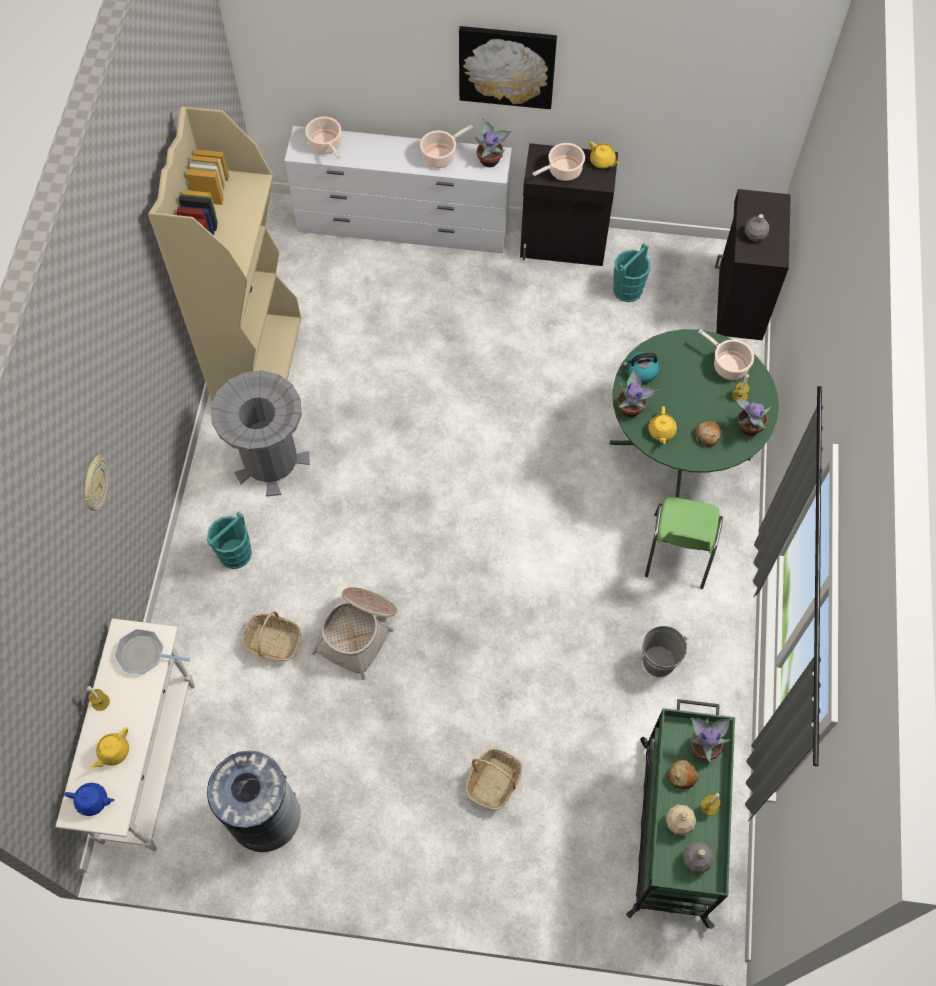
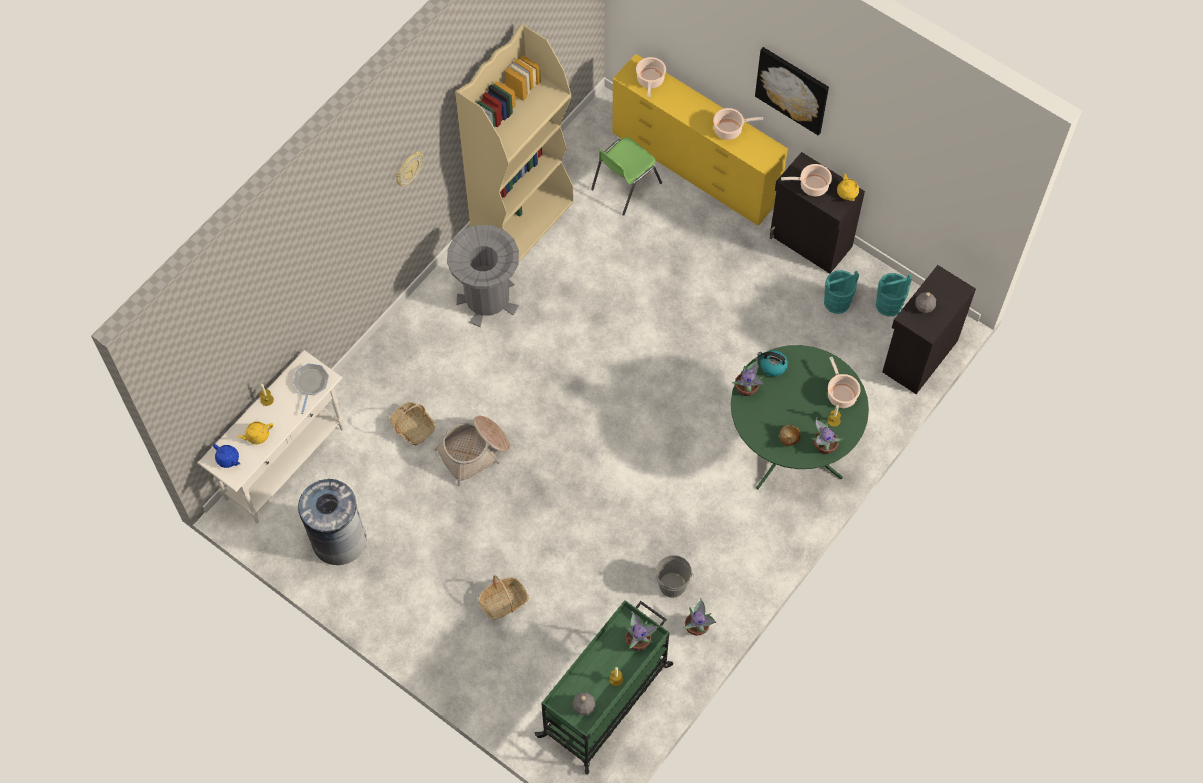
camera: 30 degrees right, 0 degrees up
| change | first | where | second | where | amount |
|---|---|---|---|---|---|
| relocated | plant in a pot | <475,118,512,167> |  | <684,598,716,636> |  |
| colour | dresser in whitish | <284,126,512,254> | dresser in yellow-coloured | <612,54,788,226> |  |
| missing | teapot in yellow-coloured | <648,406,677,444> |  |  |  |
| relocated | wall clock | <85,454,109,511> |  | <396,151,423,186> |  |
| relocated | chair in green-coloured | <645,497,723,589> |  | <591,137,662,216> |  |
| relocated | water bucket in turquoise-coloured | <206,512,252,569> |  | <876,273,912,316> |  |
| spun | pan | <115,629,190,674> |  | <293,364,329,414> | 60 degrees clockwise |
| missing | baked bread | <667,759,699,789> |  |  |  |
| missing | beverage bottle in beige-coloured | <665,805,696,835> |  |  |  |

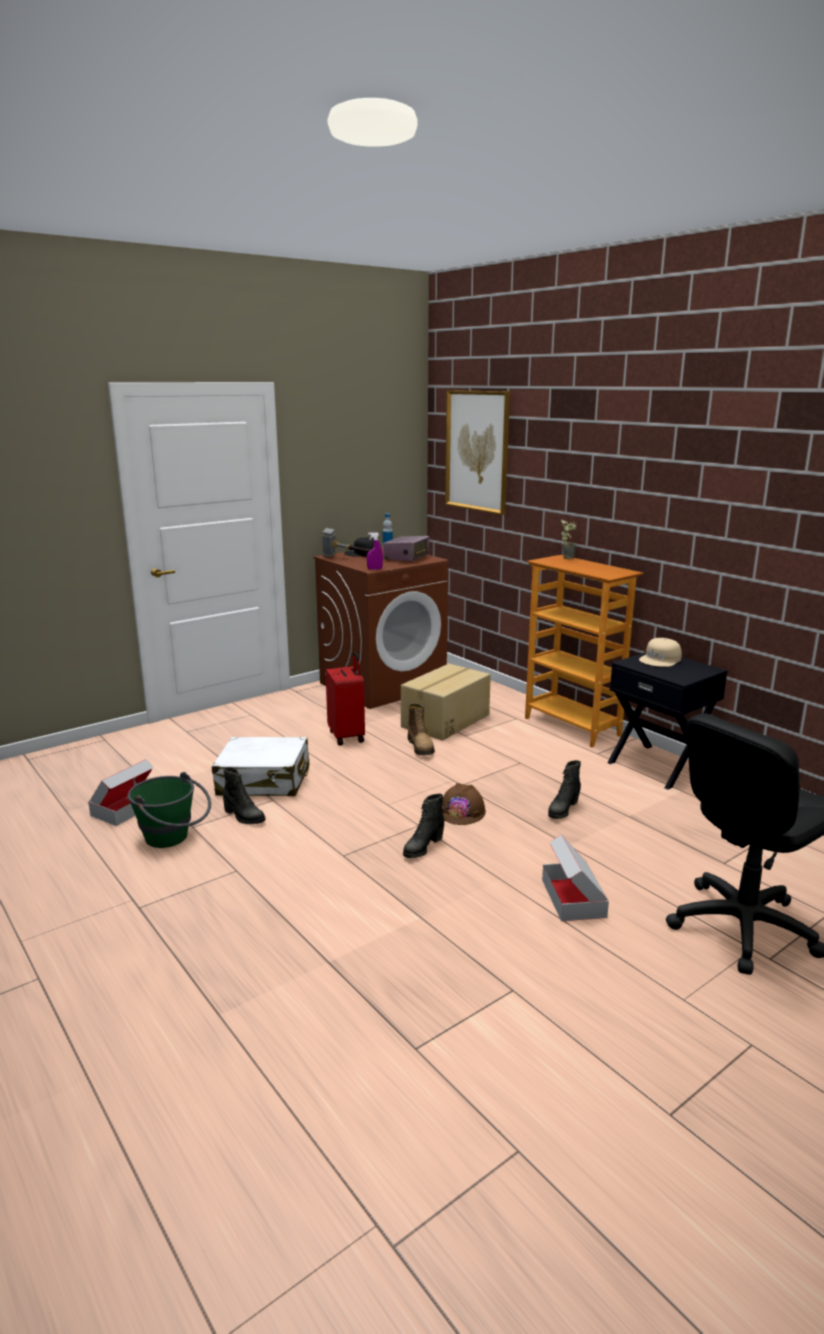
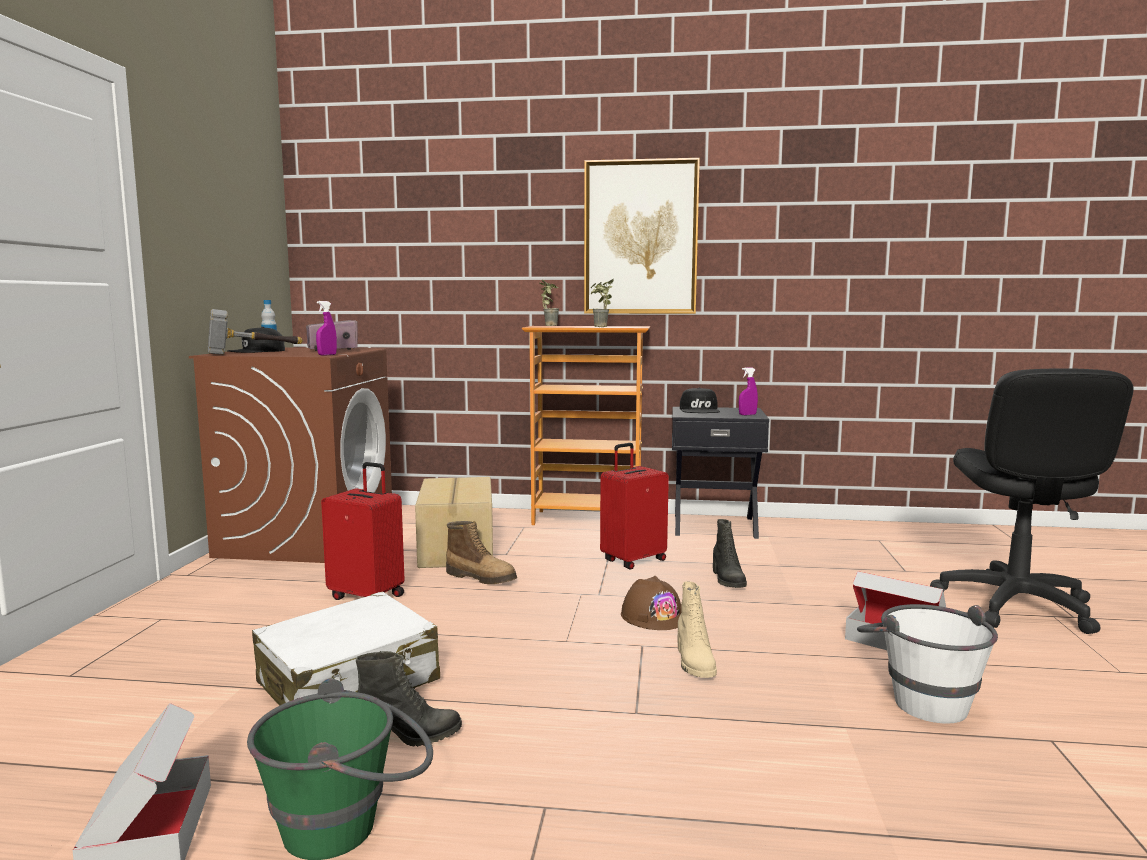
camera: 45 degrees left, 10 degrees down
| change | first | where | second | where | amount |
|---|---|---|---|---|---|
| relocated | picture | <445,390,510,515> |  | <584,158,700,314> |  |
| colour | peaked cap in beige-coloured | <639,638,682,667> | peaked cap in black-coloured | <680,388,720,413> |  |
| colour | tall boot in black-coloured | <403,794,444,858> | tall boot in beige-coloured | <678,581,717,678> |  |
| appeared |  |  | plant in a pot | <591,279,614,327> |  |
| appeared |  |  | hand sprayer in purplish | <739,367,758,415> |  |
| appeared |  |  | piece of luggage in red | <600,443,669,569> |  |
| appeared |  |  | water bucket in whitish | <857,604,998,724> |  |

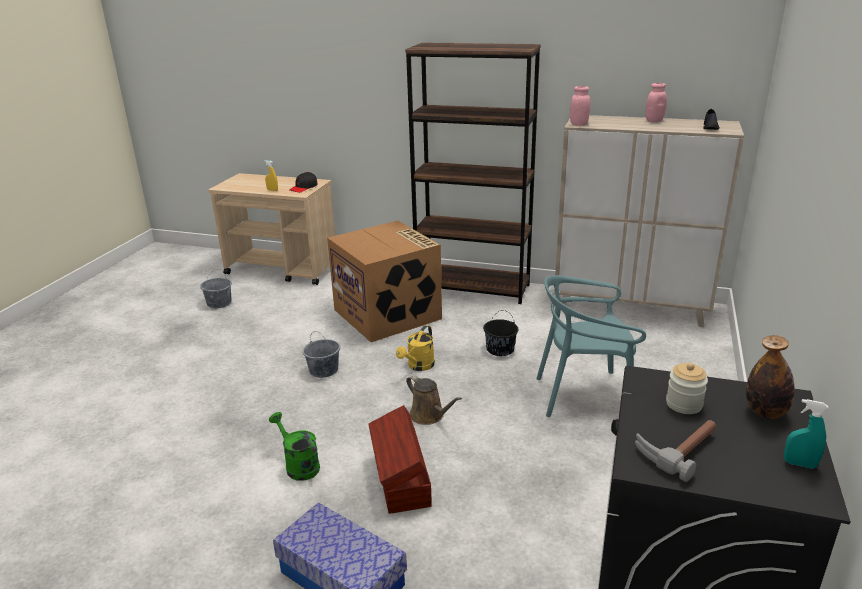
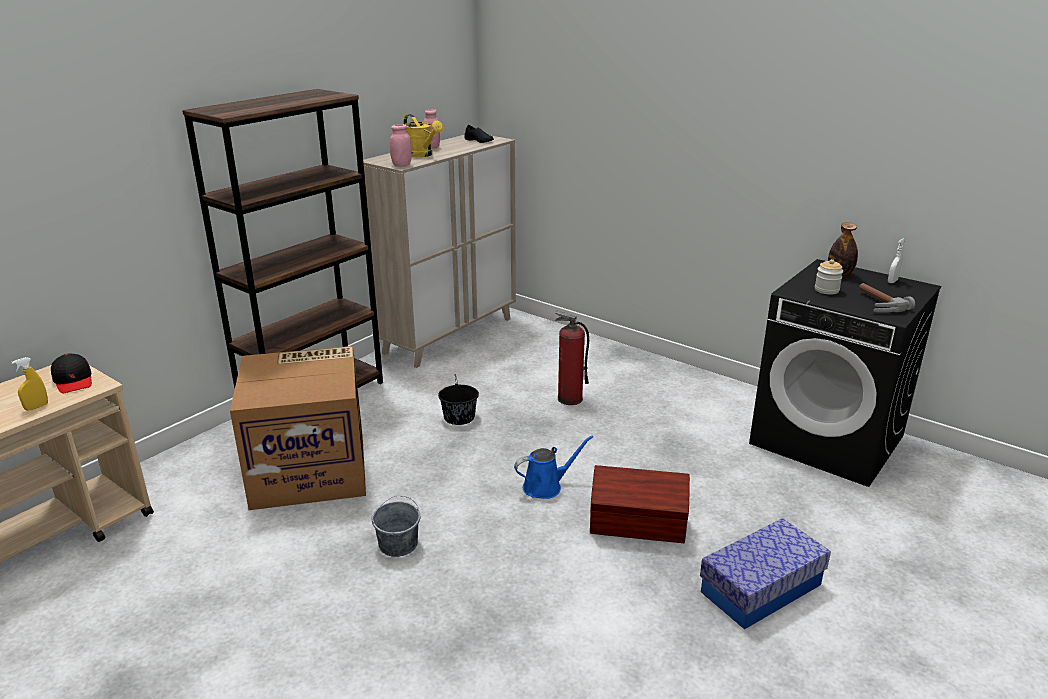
camera: 70 degrees left, 0 degrees up
| change | first | where | second | where | amount |
|---|---|---|---|---|---|
| missing | water bucket in gray | <200,269,232,308> |  |  |  |
| exchanged | chair in turquoise-coloured | <536,275,646,417> | fire extinguisher | <555,311,589,405> |  |
| relocated | watering pot in yellow-coloured | <396,325,435,371> |  | <404,114,443,157> |  |
| colour | watering pot in brown | <406,375,462,425> | watering pot in blue-coloured | <514,436,593,499> |  |
| colour | hand sprayer in turquoise-coloured | <784,399,829,469> | hand sprayer in whitish | <888,238,905,283> |  |
| missing | watering pot in green-coloured | <269,412,320,481> |  |  |  |

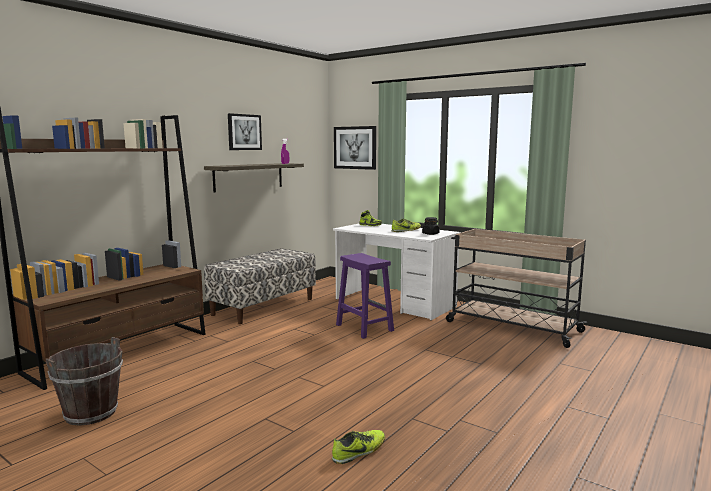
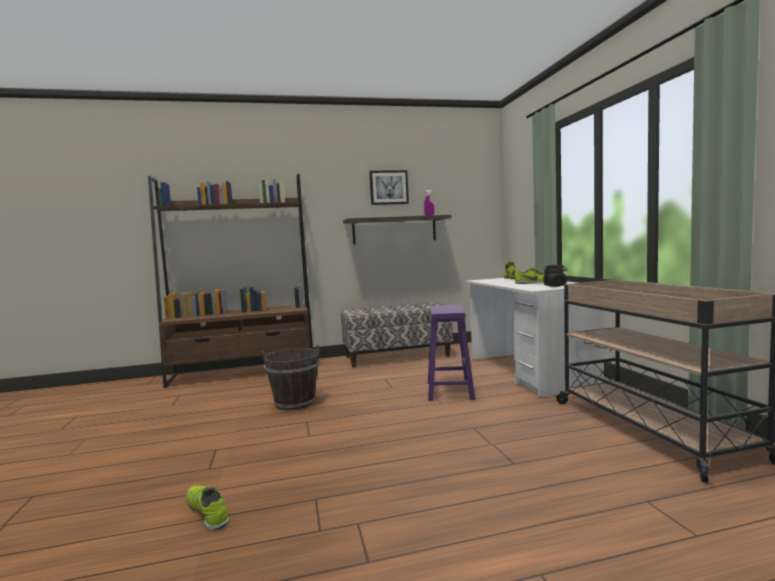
camera: 40 degrees right, 5 degrees down
| change | first | where | second | where | amount |
|---|---|---|---|---|---|
| missing | picture | <334,126,376,170> |  |  |  |
| relocated | water bucket in brown | <46,337,123,426> |  | <262,344,320,410> |  |
| spun | shoe | <332,430,385,464> |  | <186,486,230,531> | 135 degrees counterclockwise |

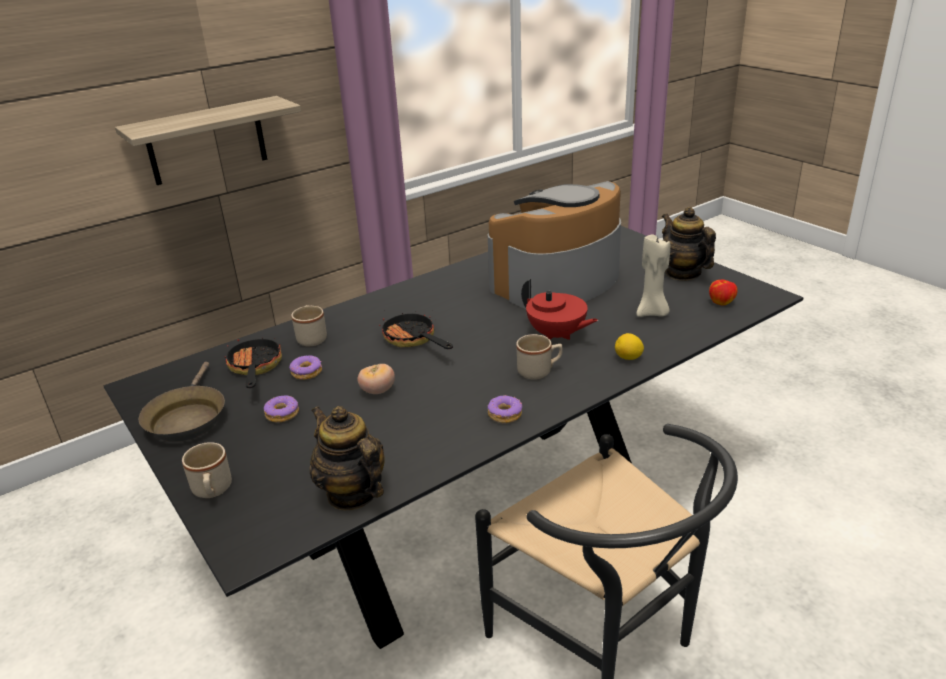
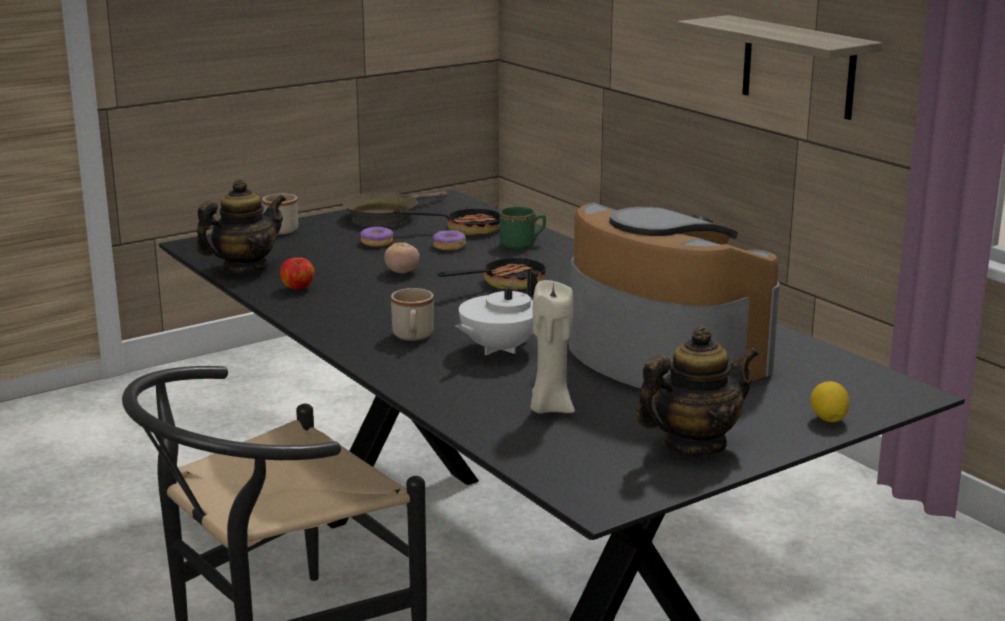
camera: 90 degrees right, 10 degrees down
| change | first | where | second | where | amount |
|---|---|---|---|---|---|
| colour | teapot in red | <521,279,598,340> | teapot in whitish | <455,269,538,355> |  |
| relocated | apple | <709,280,738,306> |  | <280,257,315,290> |  |
| colour | coffee mug in beige-coloured | <291,305,327,346> | coffee mug in green-coloured | <500,207,546,249> |  |
| relocated | lemon | <615,333,644,360> |  | <810,381,849,422> |  |
| spun | pan in brown | <139,362,225,442> |  | <343,192,447,226> | 45 degrees counterclockwise |
| missing | donut | <488,395,522,423> |  |  |  |

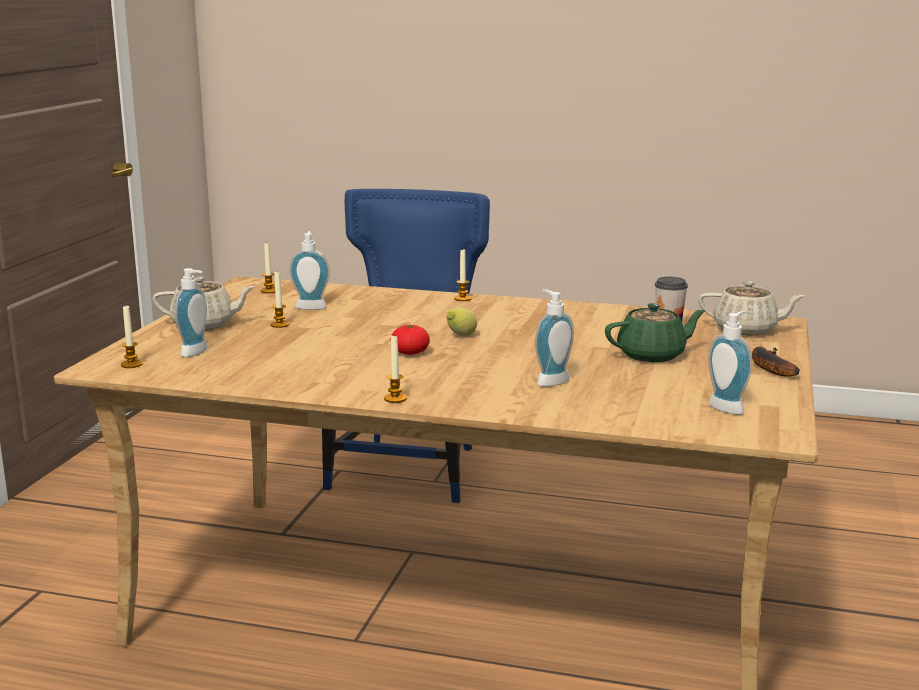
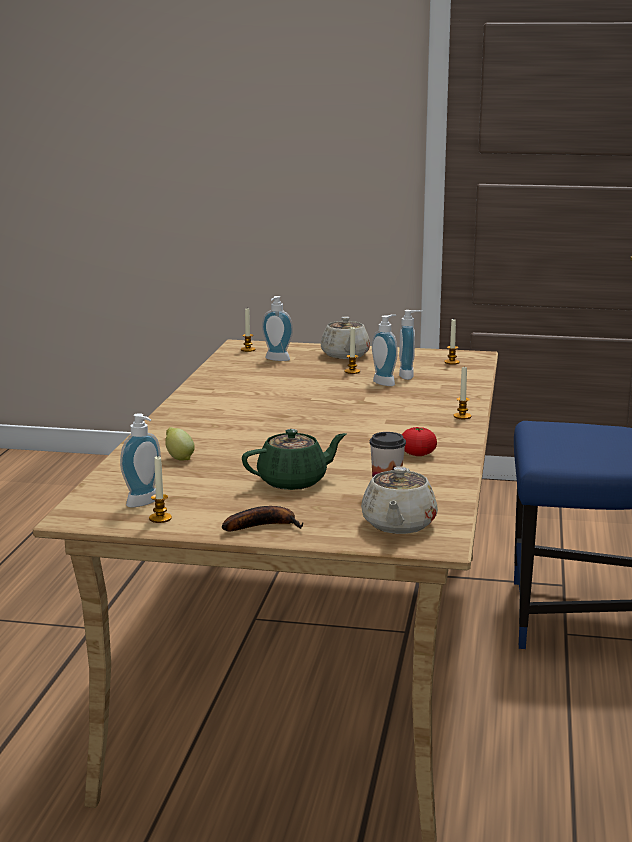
camera: 85 degrees right, 0 degrees up
| change | first | where | second | where | amount |
|---|---|---|---|---|---|
| relocated | soap dispenser | <535,289,574,387> |  | <372,314,398,386> |  |
| spun | teapot in green-coloured | <605,303,706,362> |  | <242,429,346,490> | 90 degrees counterclockwise |
| relocated | lemon | <446,308,477,336> |  | <165,427,195,461> |  |
| relocated | whole tomato | <391,325,430,355> |  | <402,427,437,456> |  |
| relocated | candle | <384,336,407,403> |  | <149,456,172,523> |  |

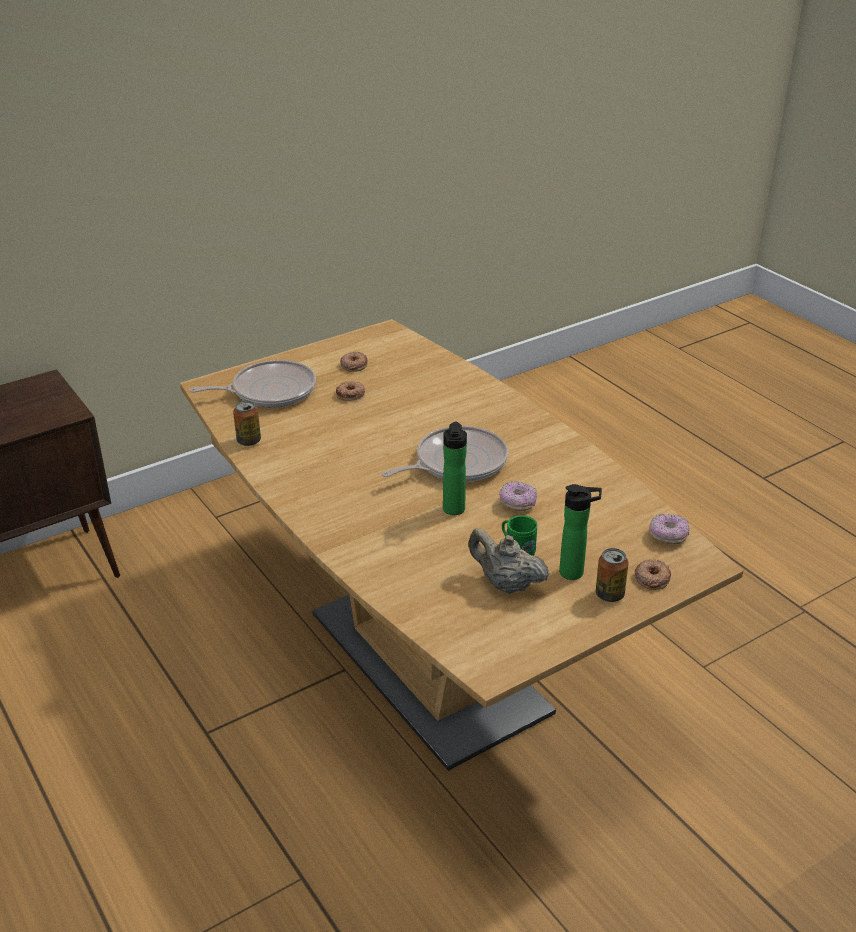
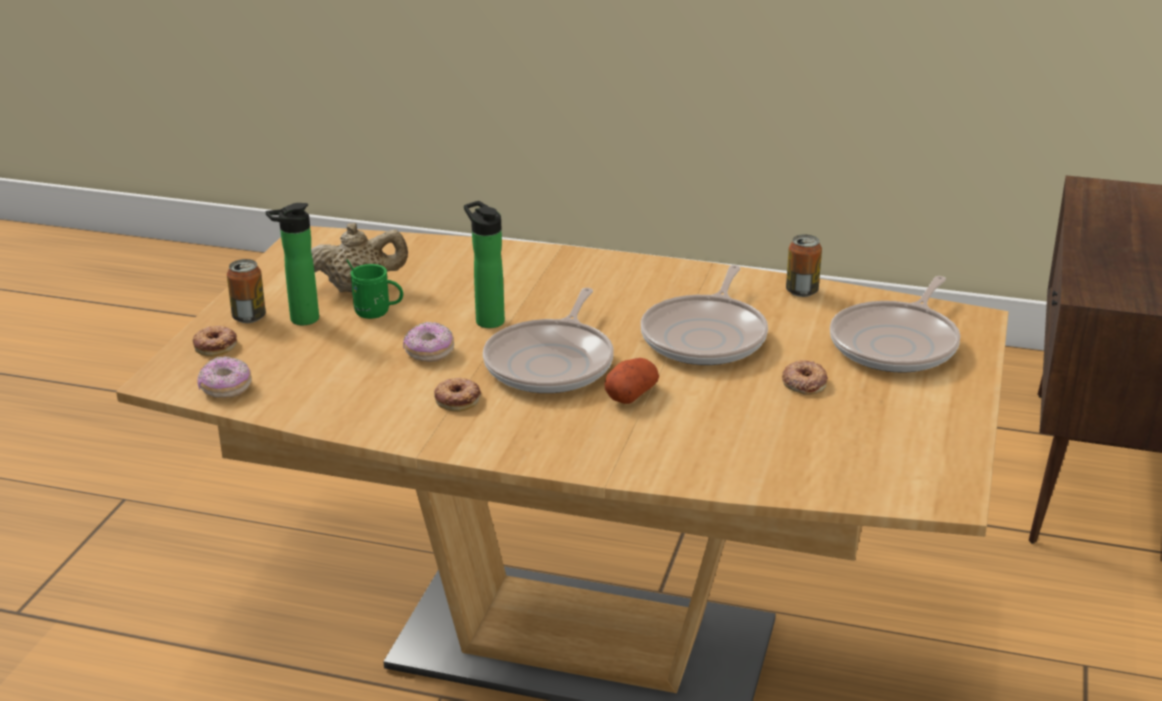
camera: 140 degrees right, 5 degrees down
| change | first | where | second | where | amount |
|---|---|---|---|---|---|
| relocated | donut | <340,351,368,372> |  | <434,378,481,412> |  |
| appeared |  |  | pan | <641,265,768,365> |  |
| appeared |  |  | whole potato | <604,358,659,404> |  |

